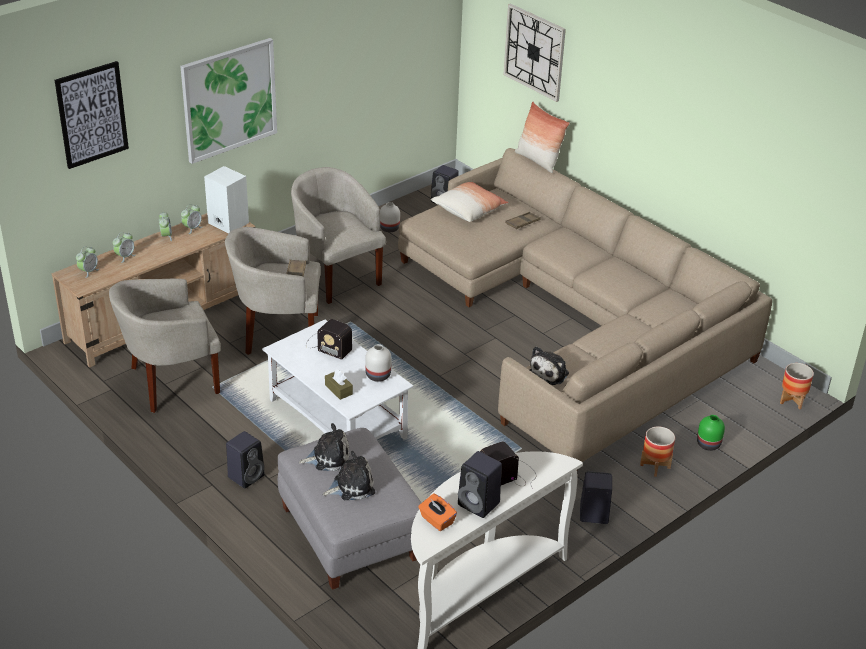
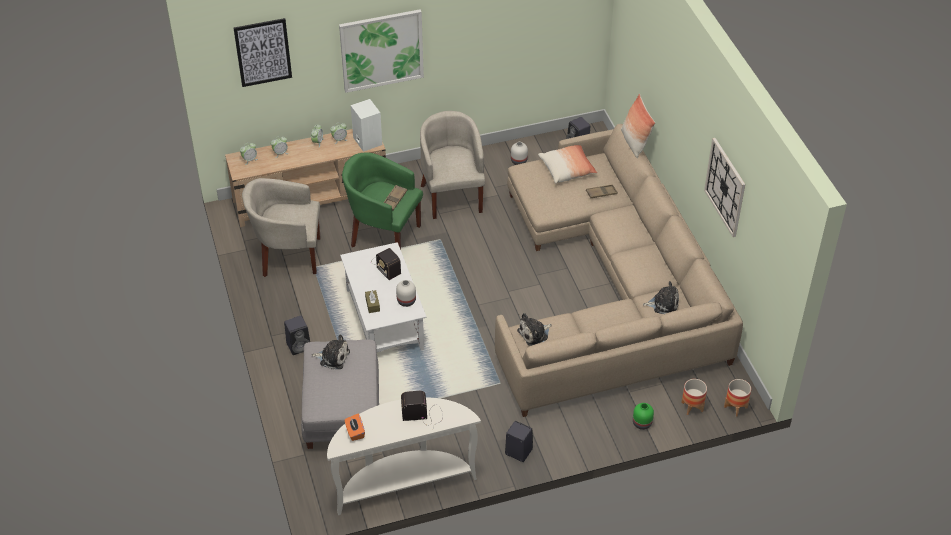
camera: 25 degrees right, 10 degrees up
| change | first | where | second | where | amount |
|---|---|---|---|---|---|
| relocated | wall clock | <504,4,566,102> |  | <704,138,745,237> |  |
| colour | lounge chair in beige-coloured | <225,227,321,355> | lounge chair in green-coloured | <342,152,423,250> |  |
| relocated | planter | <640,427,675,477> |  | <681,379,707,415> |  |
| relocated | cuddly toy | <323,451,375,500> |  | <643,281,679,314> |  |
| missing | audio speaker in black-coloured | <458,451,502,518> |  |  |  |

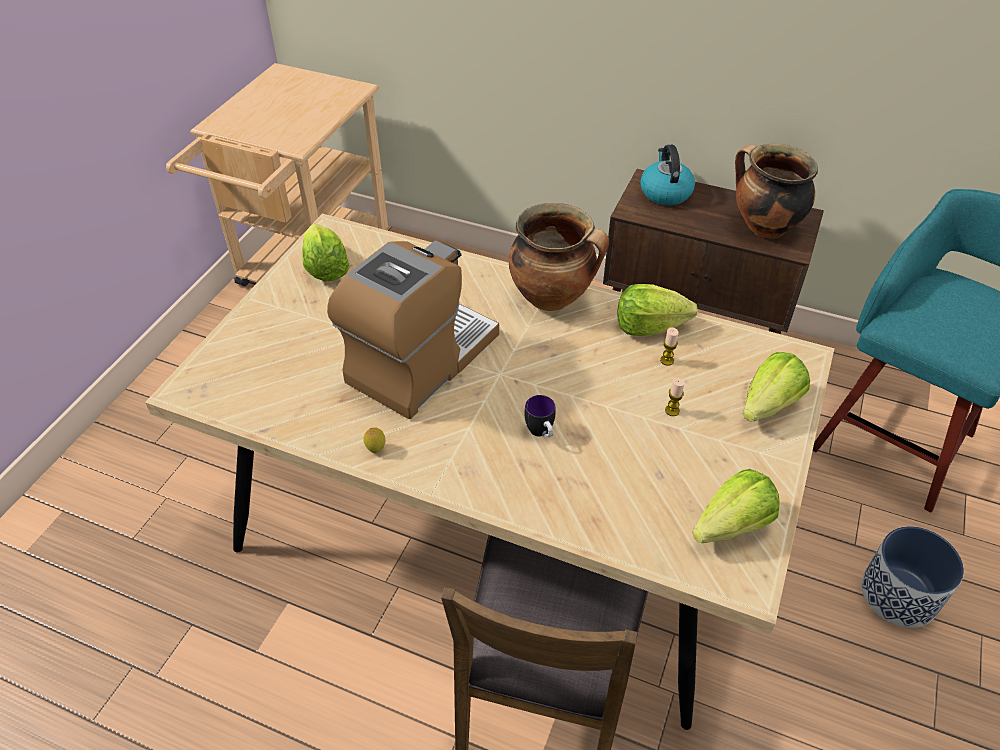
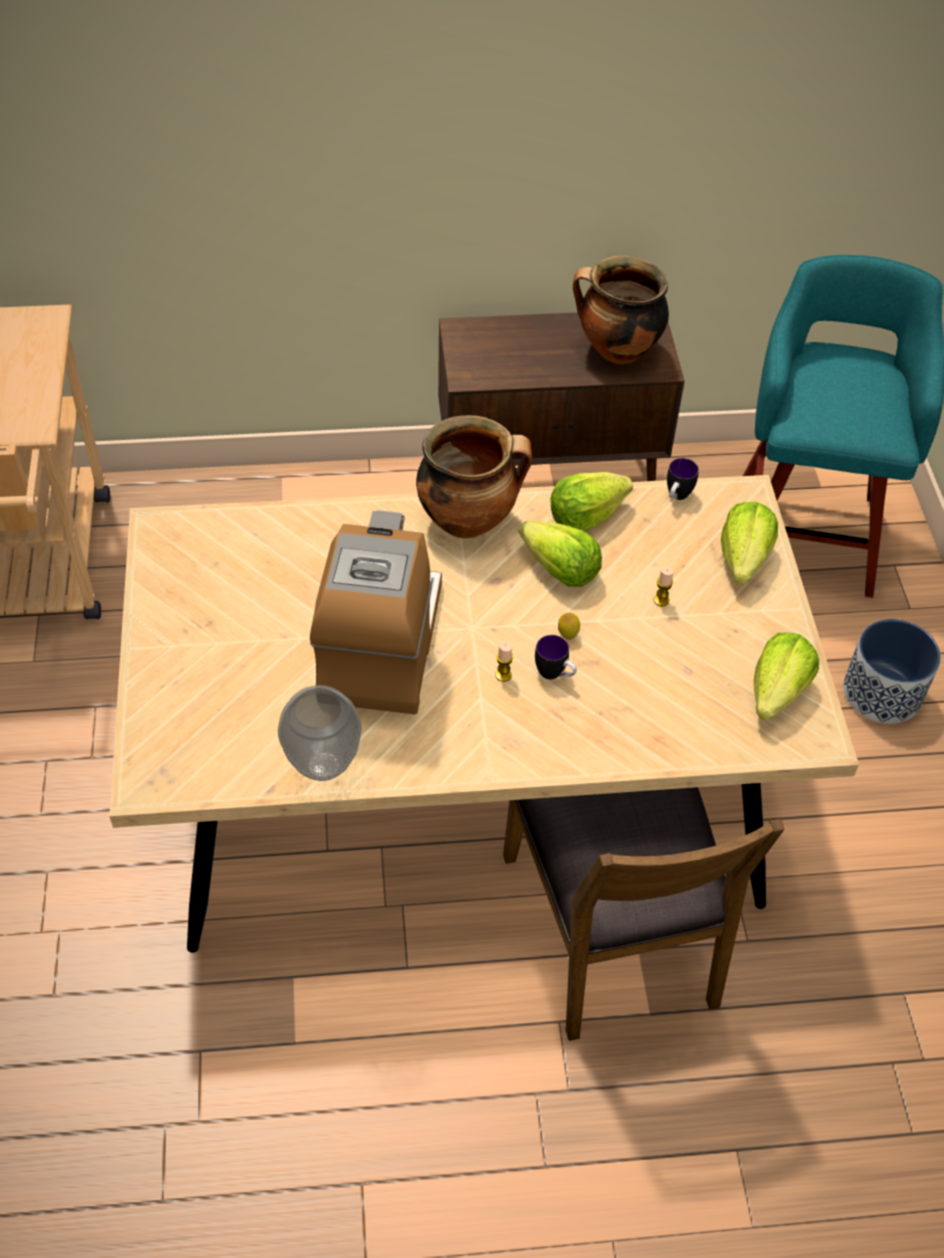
camera: 30 degrees left, 5 degrees up
| change | first | where | second | where | amount |
|---|---|---|---|---|---|
| missing | kettle | <640,145,695,205> |  |  |  |
| relocated | head of lettuce | <302,224,349,281> |  | <518,521,602,587> |  |
| relocated | candle | <660,327,679,366> |  | <495,641,513,682> |  |
| relocated | lemon | <363,427,385,453> |  | <558,613,580,640> |  |
| appeared |  |  | coffee mug | <667,458,699,500> |  |
| appeared |  |  | vase | <278,685,362,781> |  |

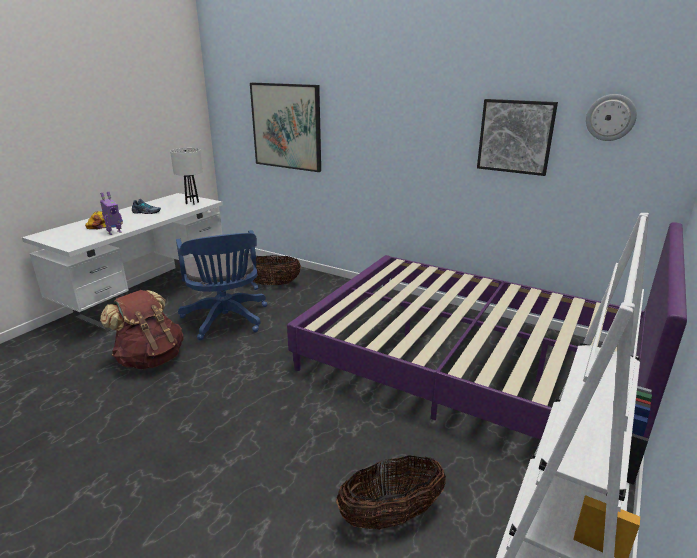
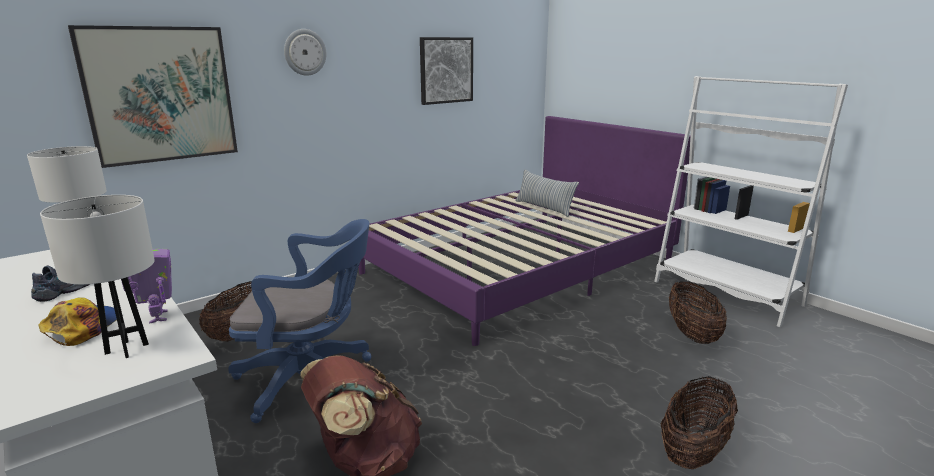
camera: 70 degrees left, 5 degrees down
| change | first | where | second | where | amount |
|---|---|---|---|---|---|
| relocated | wall clock | <586,94,637,141> |  | <284,29,327,76> |  |
| appeared |  |  | throw pillow | <516,169,579,217> |  |
| appeared |  |  | tabletop lamp in whitish | <40,195,155,358> |  |
| appeared |  |  | storage basket | <661,376,738,469> |  |

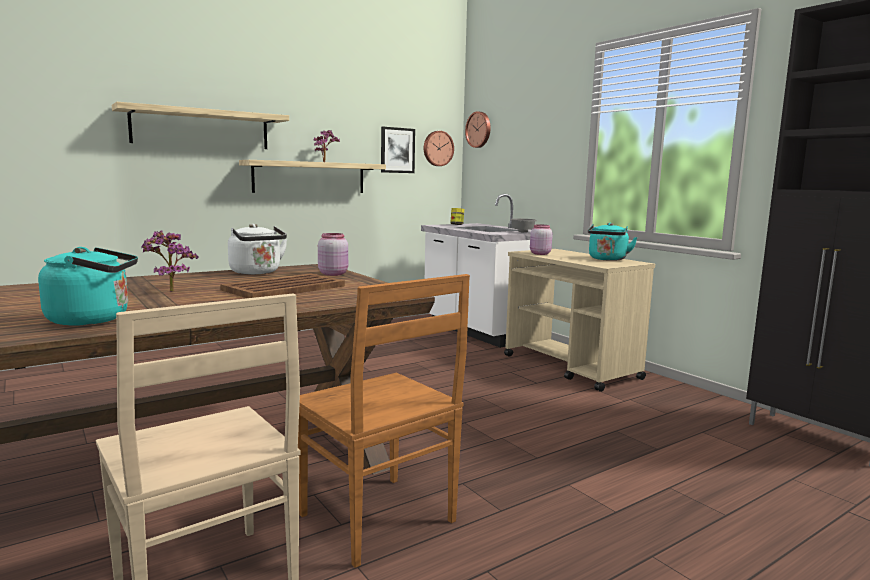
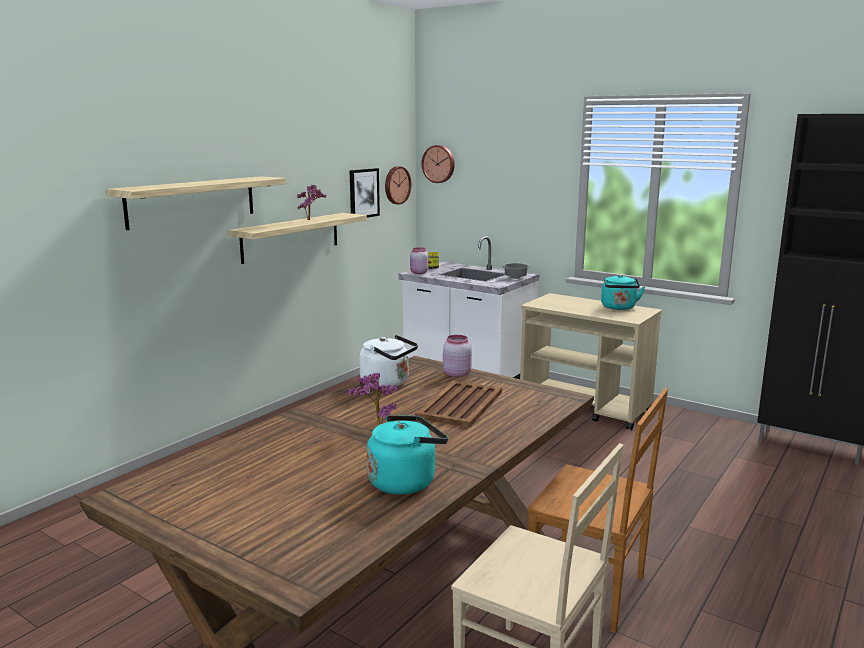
camera: 20 degrees left, 5 degrees up
| change | first | where | second | where | amount |
|---|---|---|---|---|---|
| relocated | storage jar in pink-coloured | <530,224,552,255> |  | <410,248,428,274> |  |

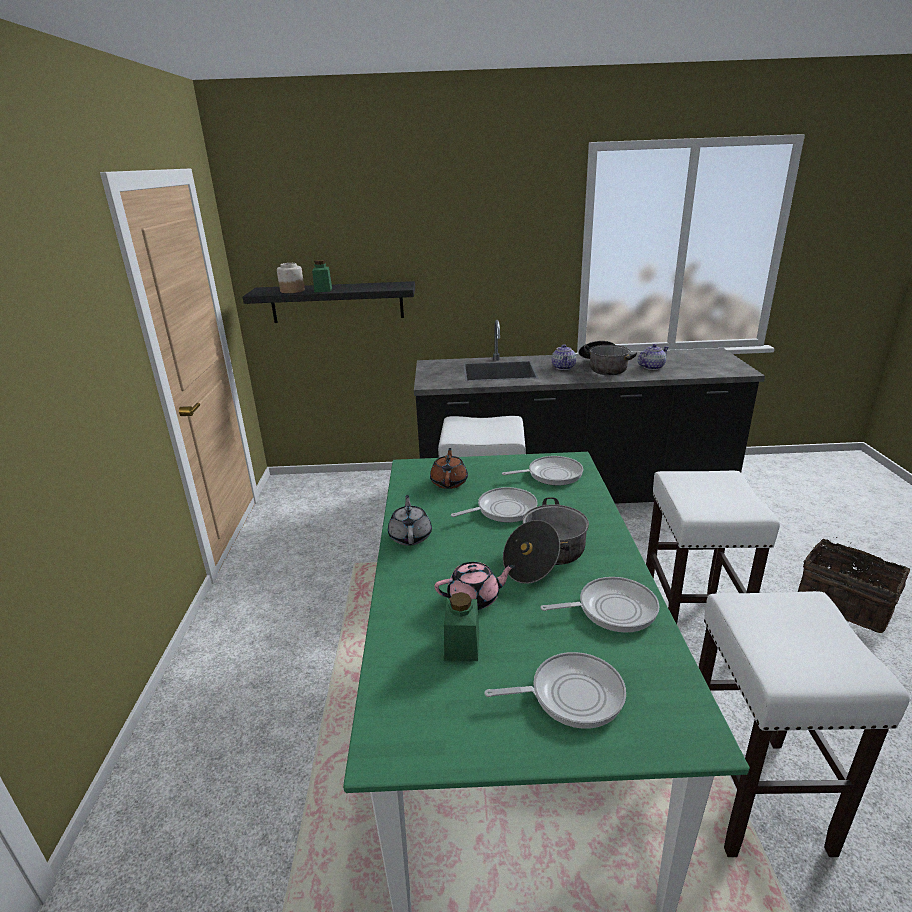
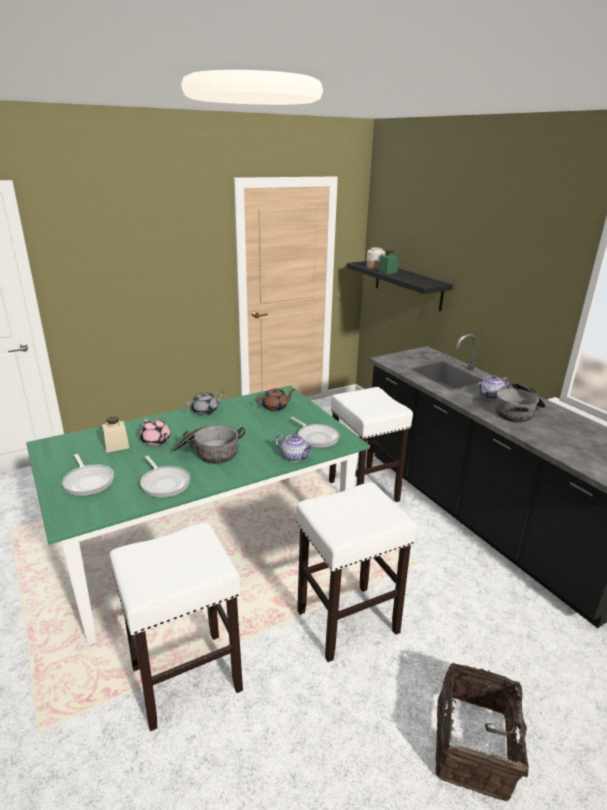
camera: 60 degrees right, 0 degrees up
| change | first | where | second | where | amount |
|---|---|---|---|---|---|
| relocated | teapot | <638,344,669,370> |  | <275,434,314,462> |  |
| missing | pan | <451,487,538,522> |  |  |  |
| colour | storage jar in green-coloured | <444,592,479,661> | storage jar in beige-coloured | <102,416,129,453> |  |

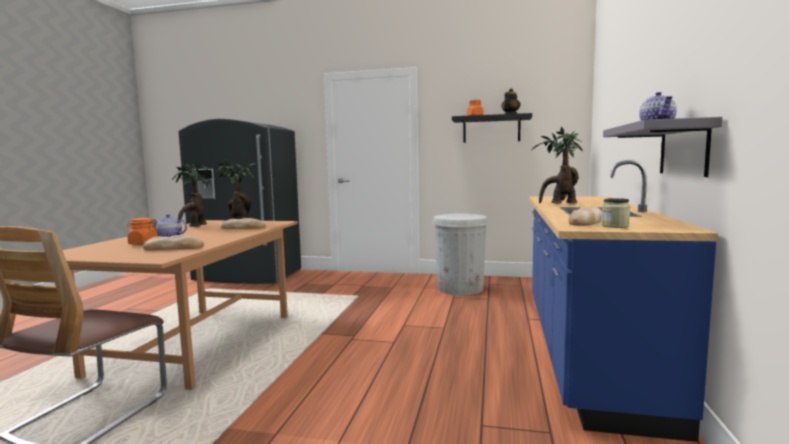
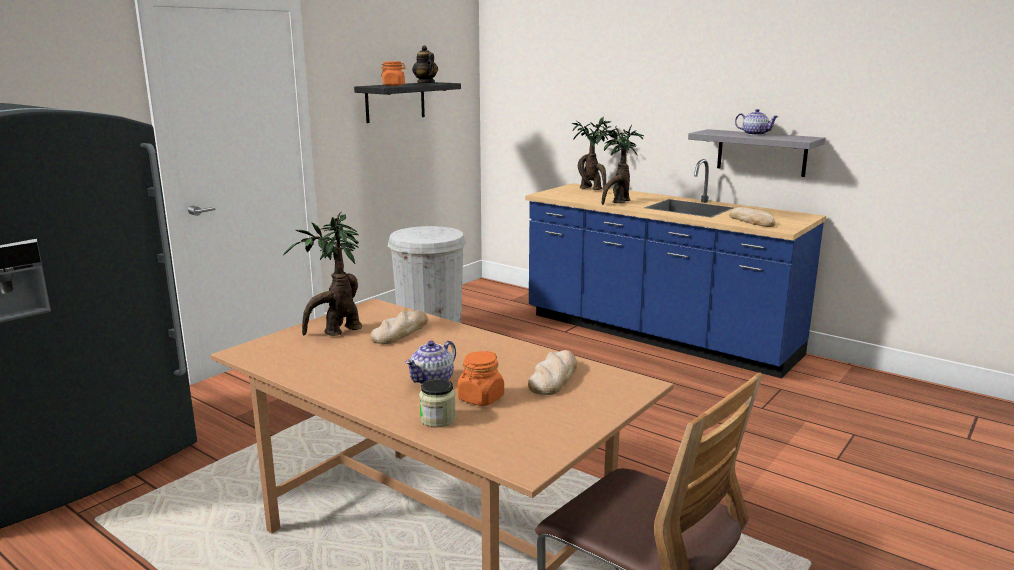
camera: 65 degrees left, 10 degrees up
| change | first | where | second | where | amount |
|---|---|---|---|---|---|
| relocated | plant in a pot | <172,159,211,227> |  | <572,116,618,190> |  |
| relocated | storage jar | <601,198,630,228> |  | <419,379,456,428> |  |

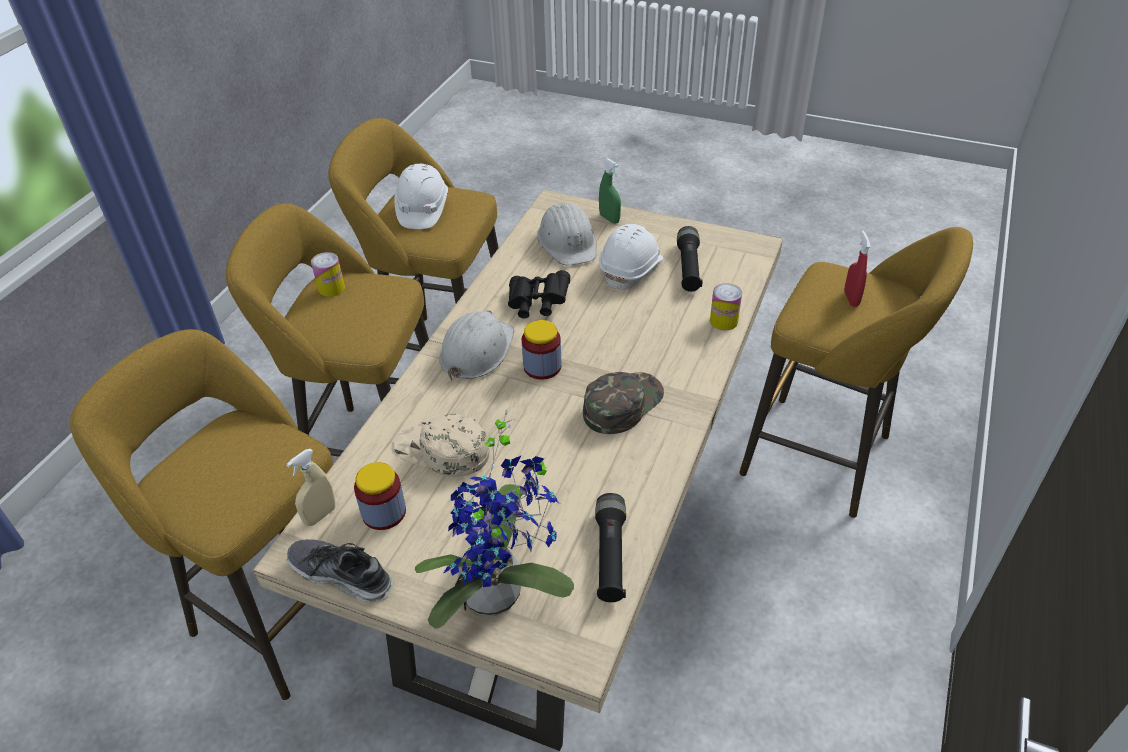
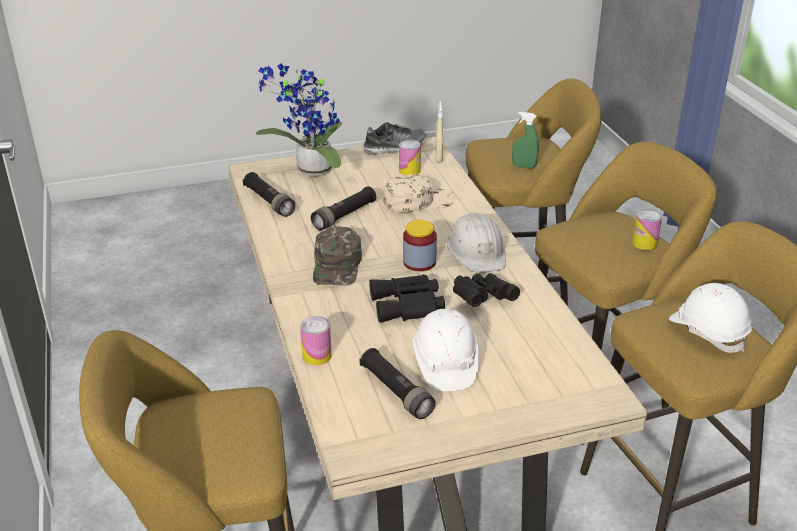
camera: 140 degrees right, 10 degrees down
| change | first | where | second | where | amount |
|---|---|---|---|---|---|
| relocated | hand sprayer in green-coloured | <599,158,621,224> |  | <512,112,539,168> |  |
| missing | hard hat in whitish | <537,203,597,265> |  |  |  |
| missing | hand sprayer in red | <844,231,871,307> |  |  |  |
| exchanged | storage jar | <354,462,406,530> | sealed can | <399,140,421,175> |  |
| appeared |  |  | hand torch in black-coloured | <311,186,376,230> |  |
| appeared |  |  | binoculars in black-coloured | <369,274,445,323> |  |

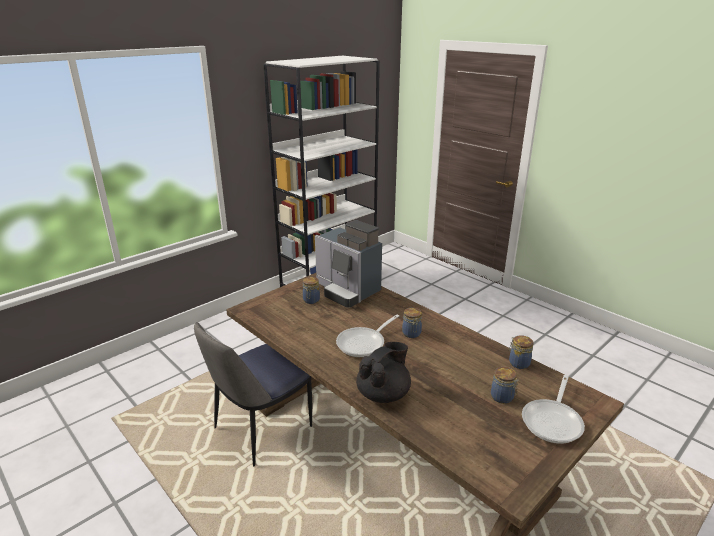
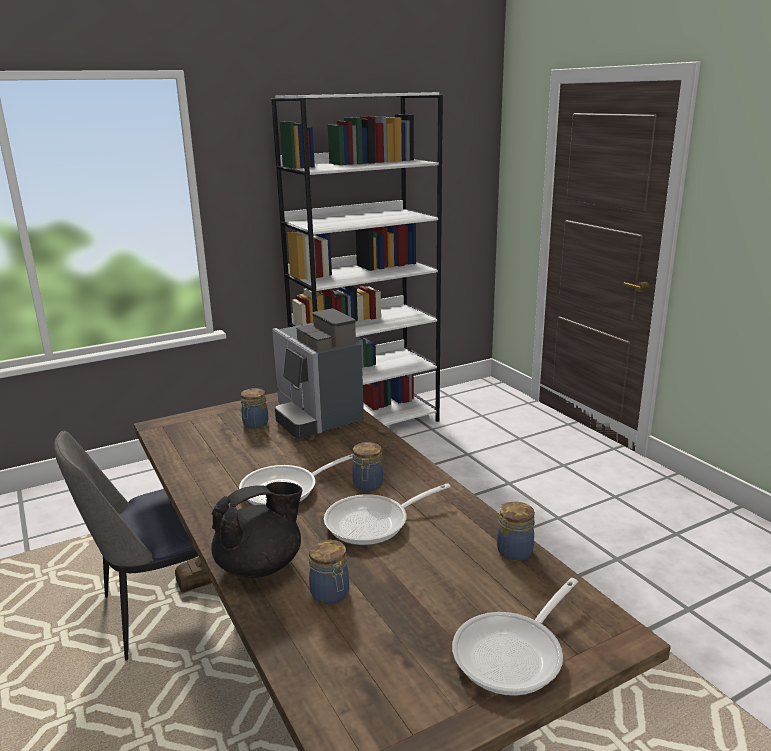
camera: 15 degrees right, 5 degrees down
| change | first | where | second | where | amount |
|---|---|---|---|---|---|
| relocated | storage jar | <491,367,518,404> |  | <309,540,349,605> |  |
| appeared |  |  | pan | <324,483,451,545> |  |

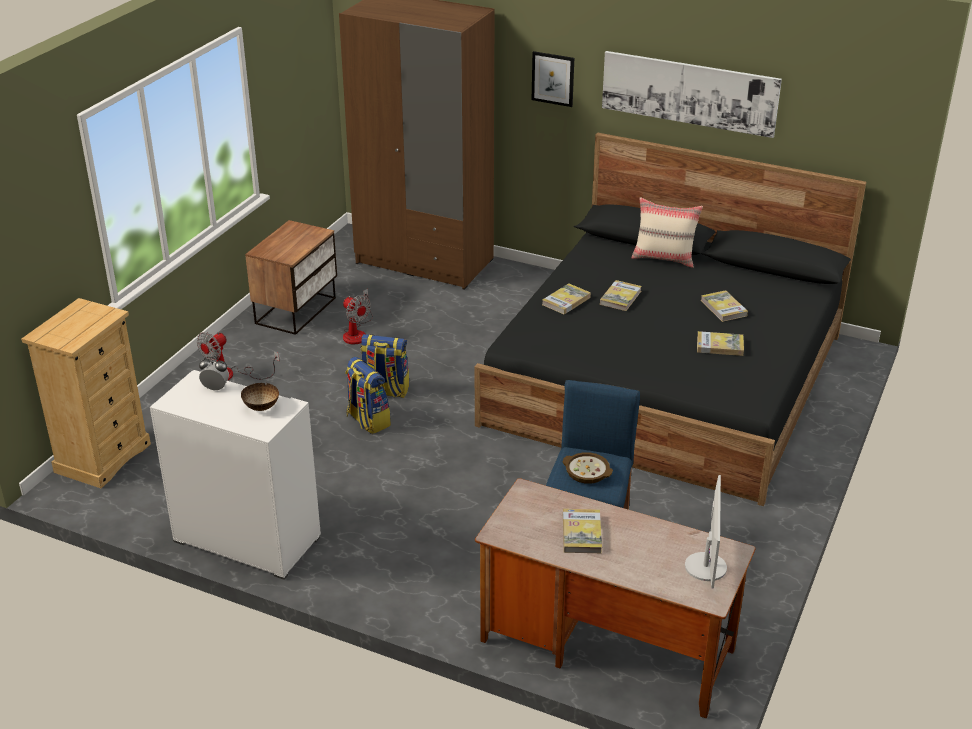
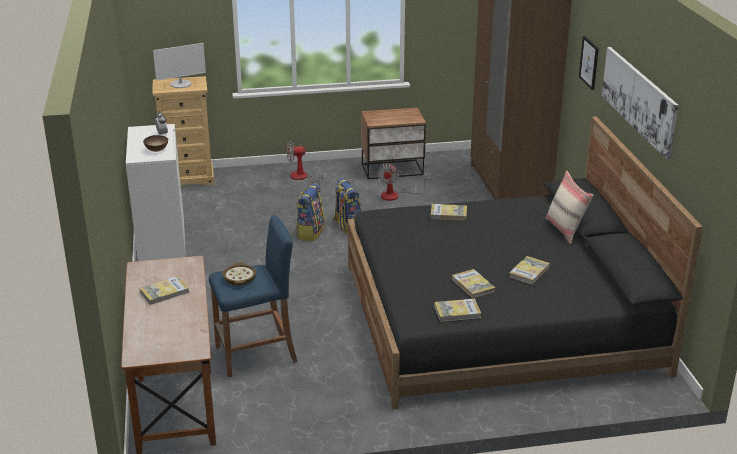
camera: 55 degrees right, 5 degrees down
| change | first | where | second | where | amount |
|---|---|---|---|---|---|
| relocated | volume | <600,280,642,311> |  | <434,299,481,322> |  |
| relocated | computer screen | <685,475,727,589> |  | <153,43,206,88> |  |

